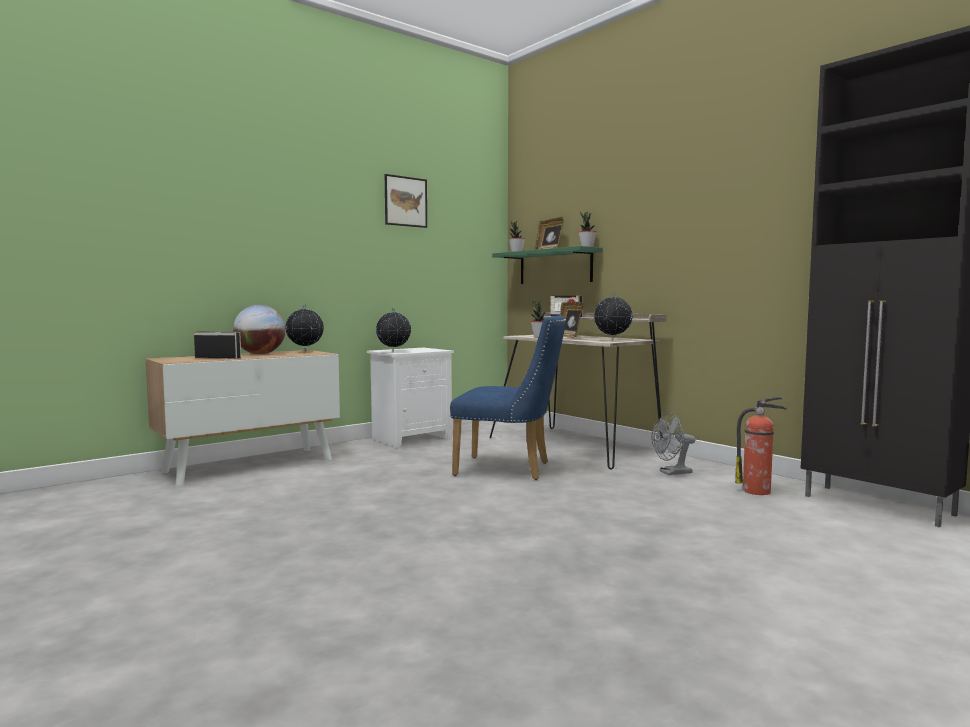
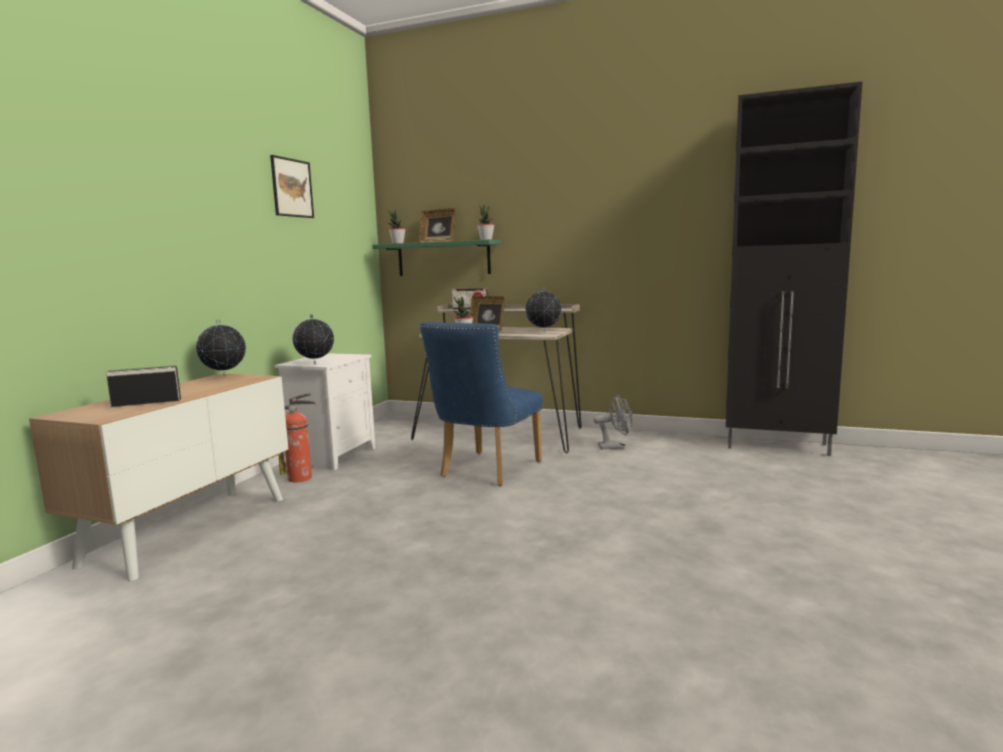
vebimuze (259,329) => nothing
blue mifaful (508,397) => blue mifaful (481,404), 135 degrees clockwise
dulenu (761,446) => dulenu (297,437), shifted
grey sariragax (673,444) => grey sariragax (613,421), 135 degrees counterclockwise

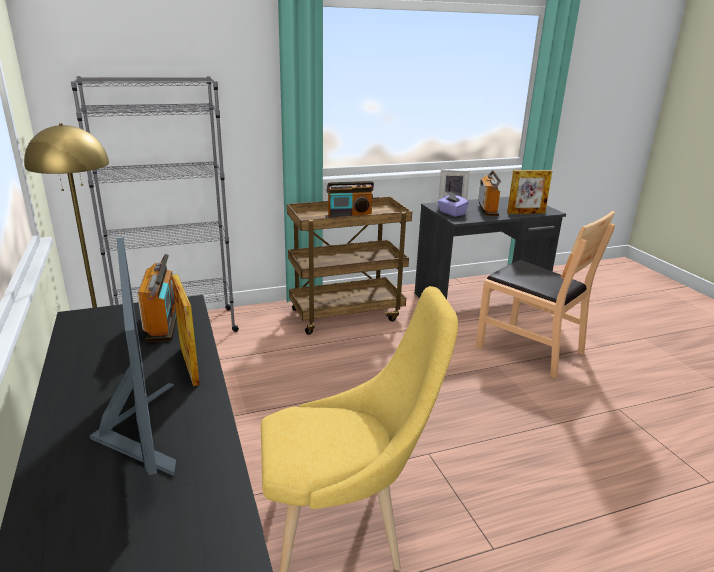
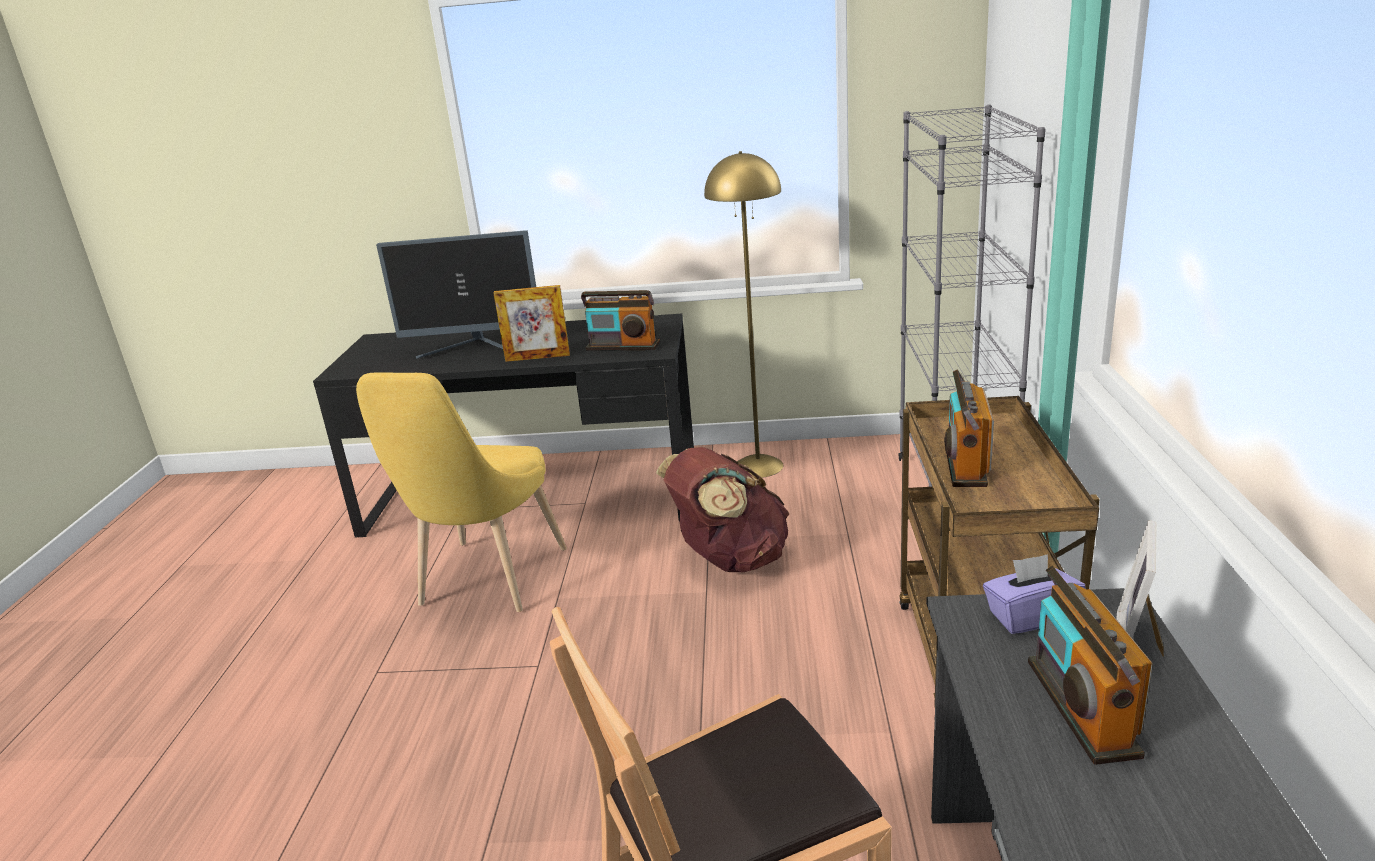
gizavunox (489,193) => gizavunox (1090,665), 60 degrees clockwise
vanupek (529,192) => nothing
nothing => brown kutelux (722,509)

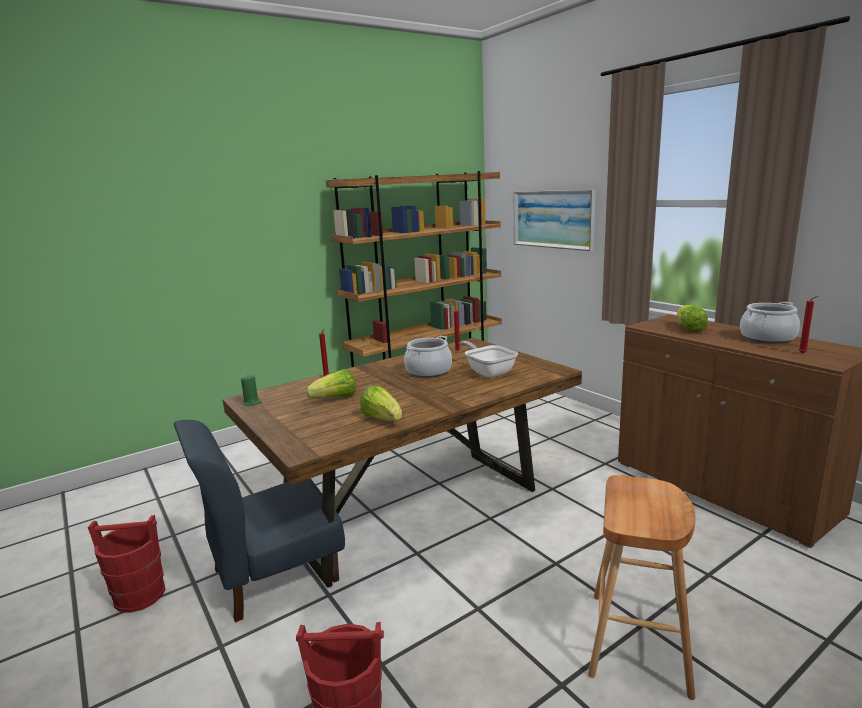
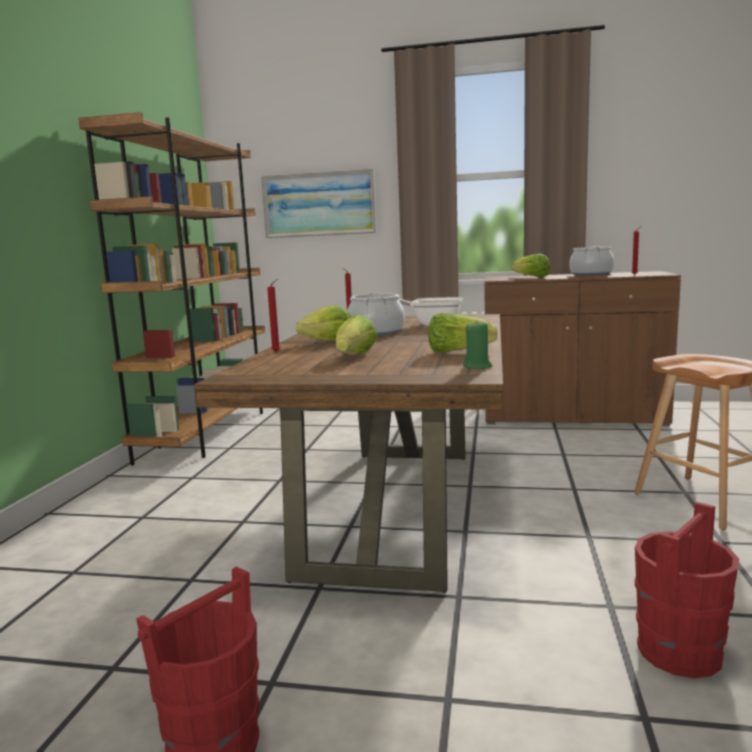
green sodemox (251,390) => green sodemox (477,344), shifted
blue mifaful (259,521) => nothing
nothing => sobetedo (323,323)

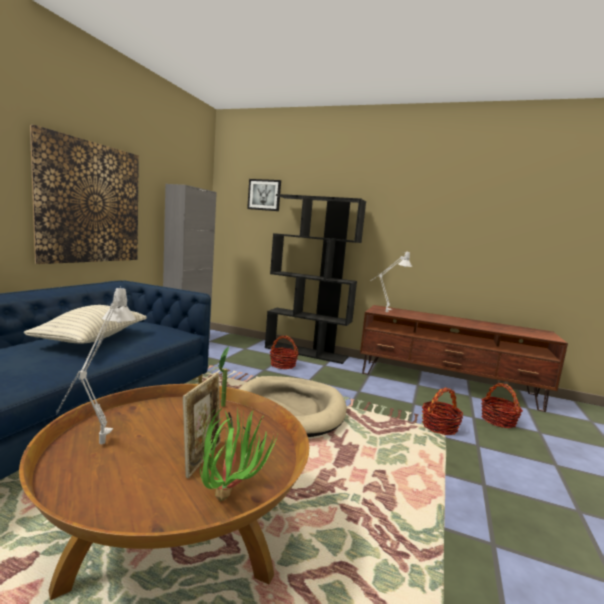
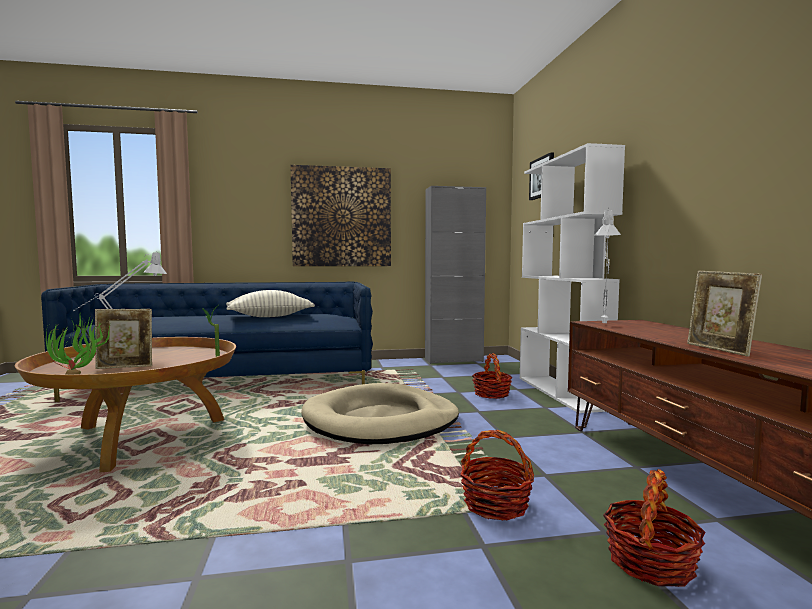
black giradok (315,279) => white giradok (572,278)
nothing => vanupek (724,314)

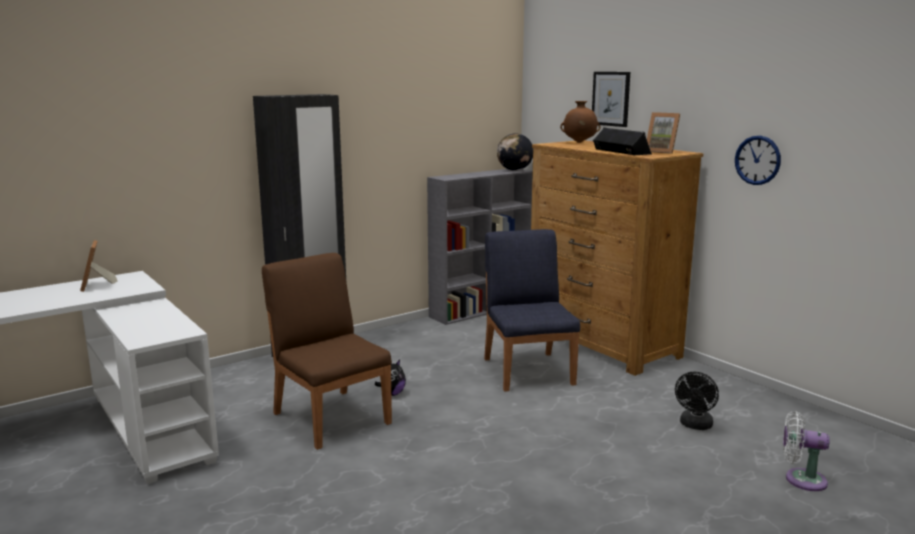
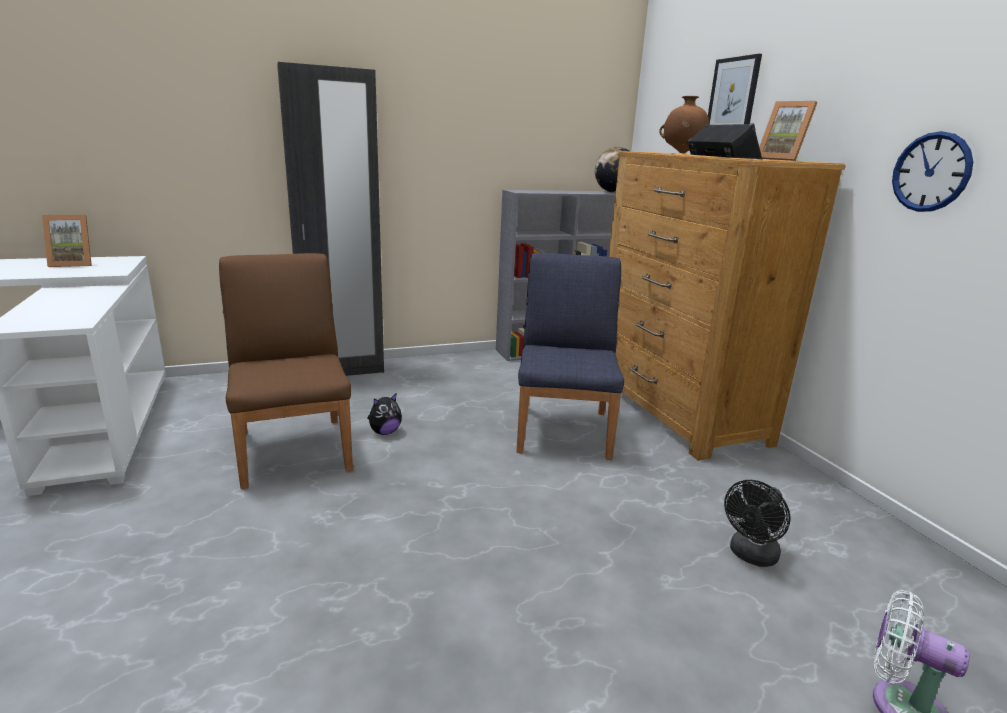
vanupek (99,266) => vanupek (67,241), 105 degrees counterclockwise

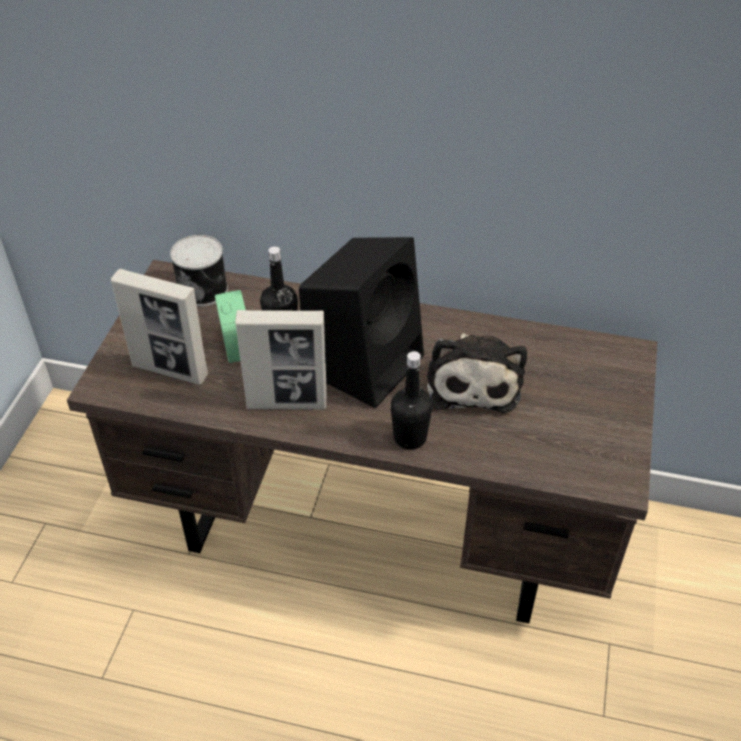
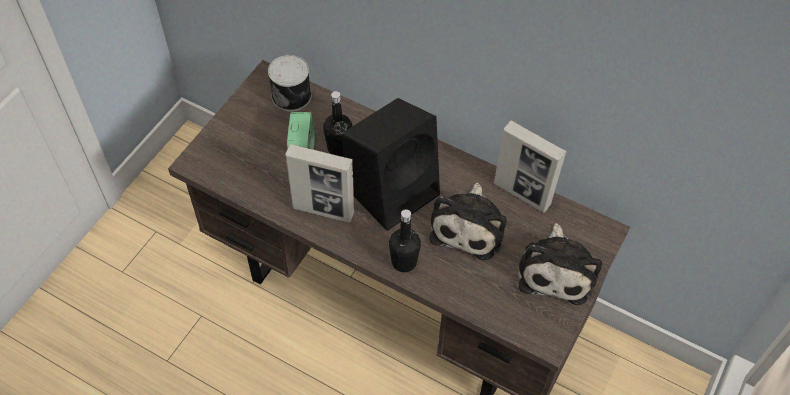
vanupek (159,327) => vanupek (530,166), shifted
nothing => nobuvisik (560,264)

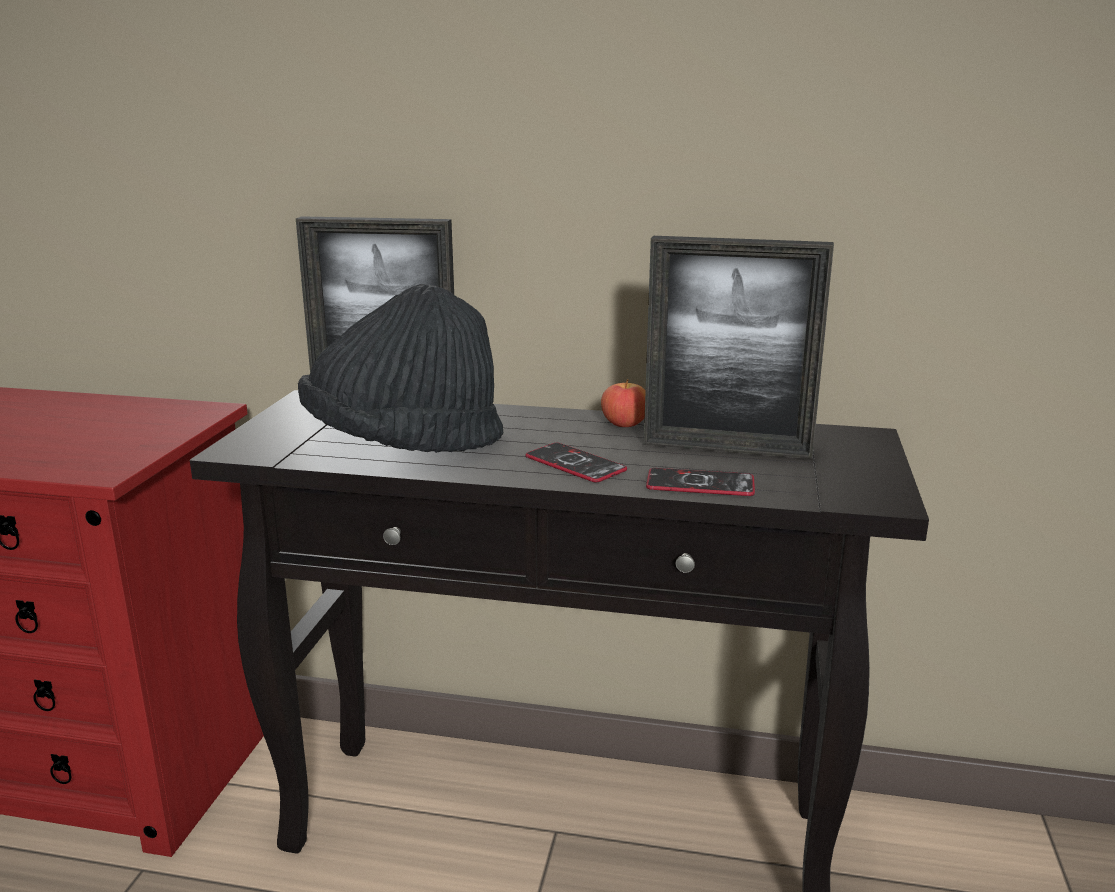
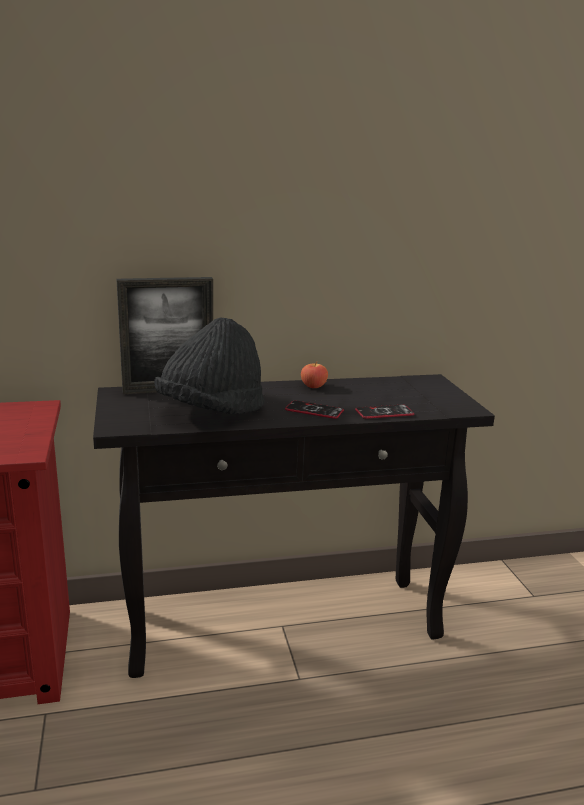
vanupek (739,347) => nothing

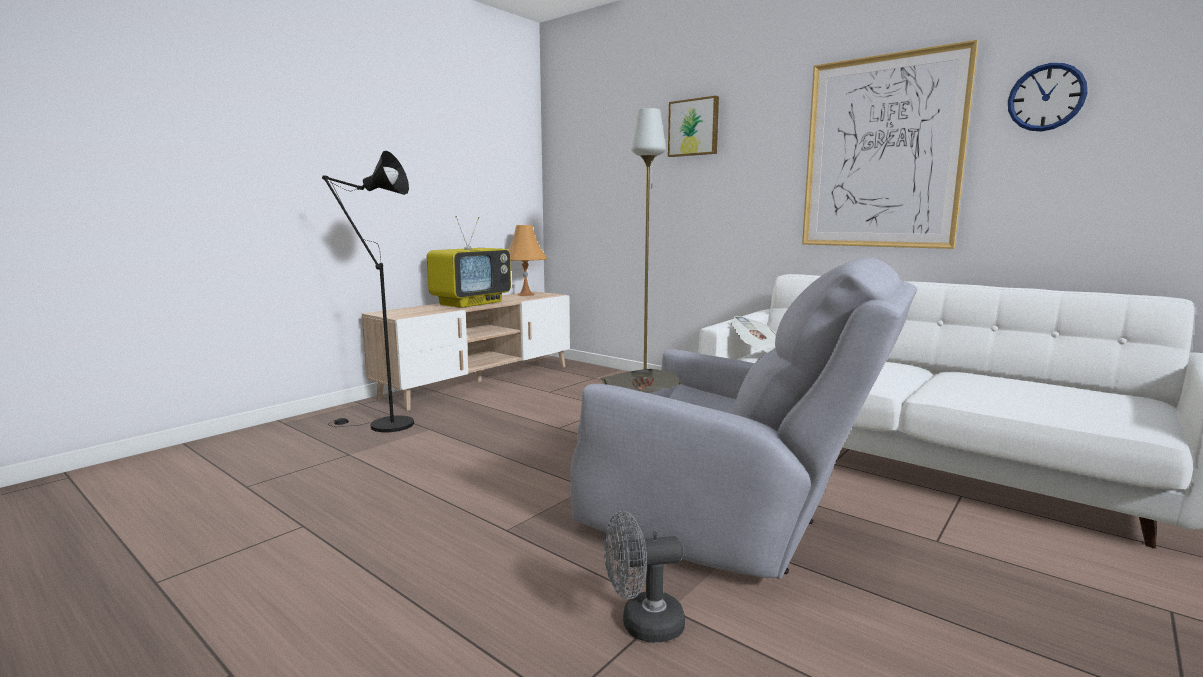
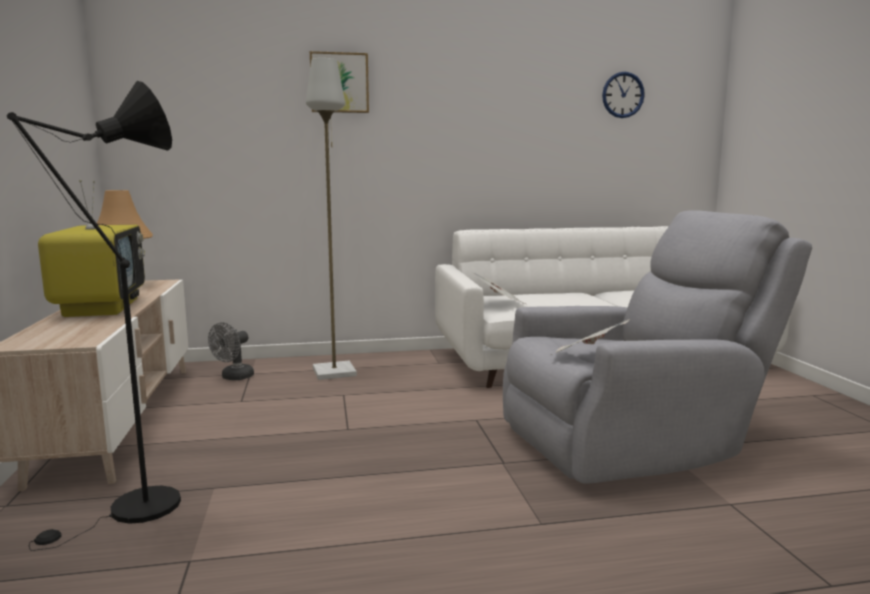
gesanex (890,144) => nothing
grey sariragax (644,577) => grey sariragax (231,351), shifted

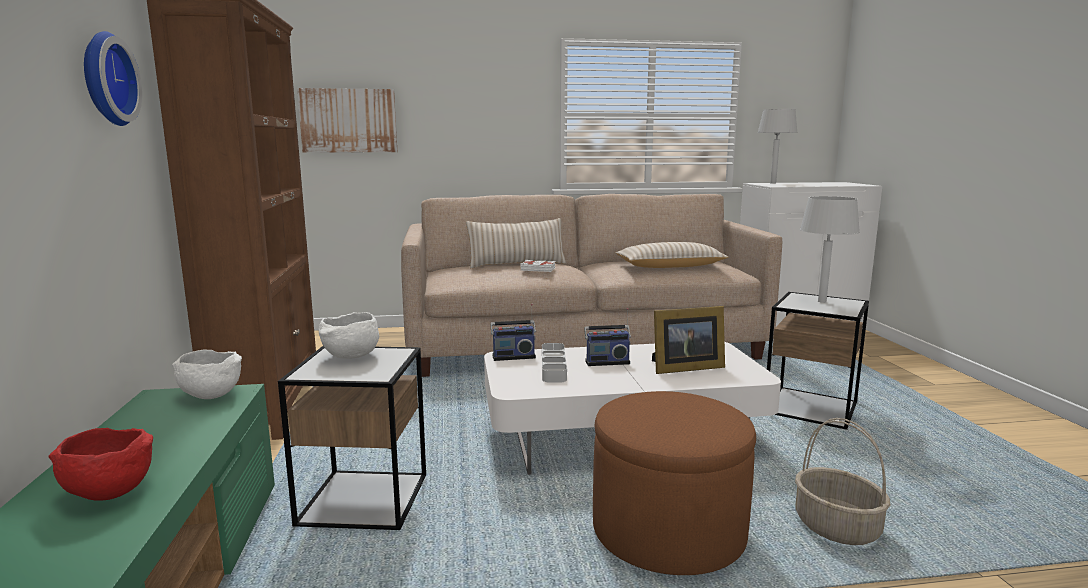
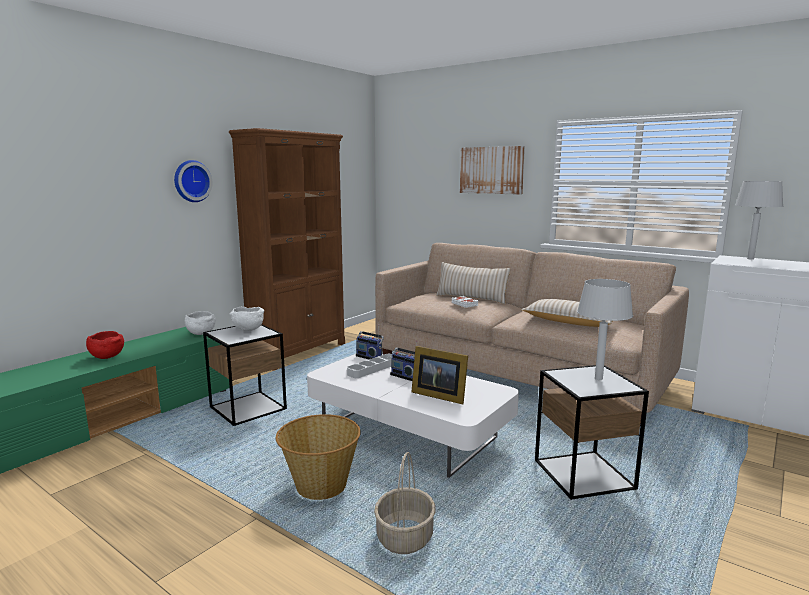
gesanex (347,120) => gesanex (492,170), shifted
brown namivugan (674,483) => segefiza (318,457)

